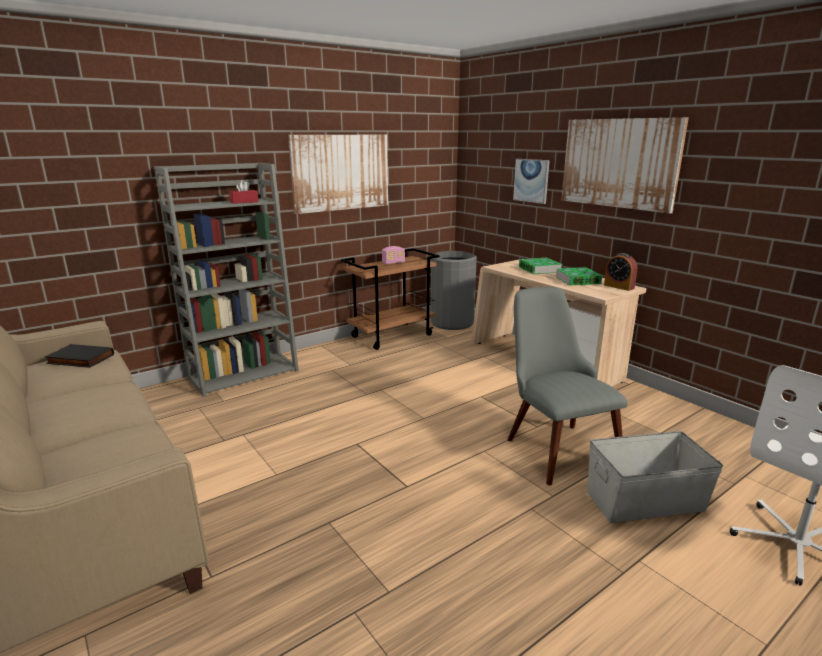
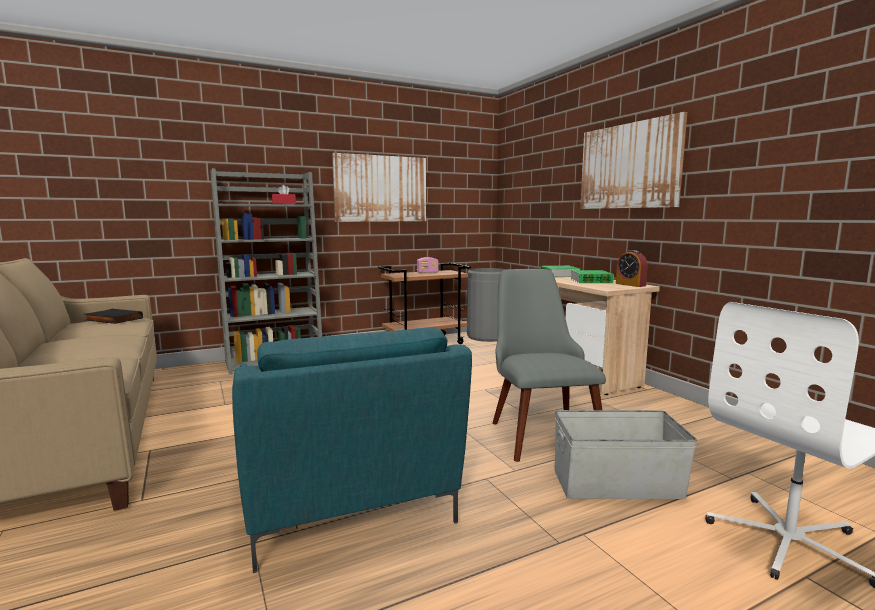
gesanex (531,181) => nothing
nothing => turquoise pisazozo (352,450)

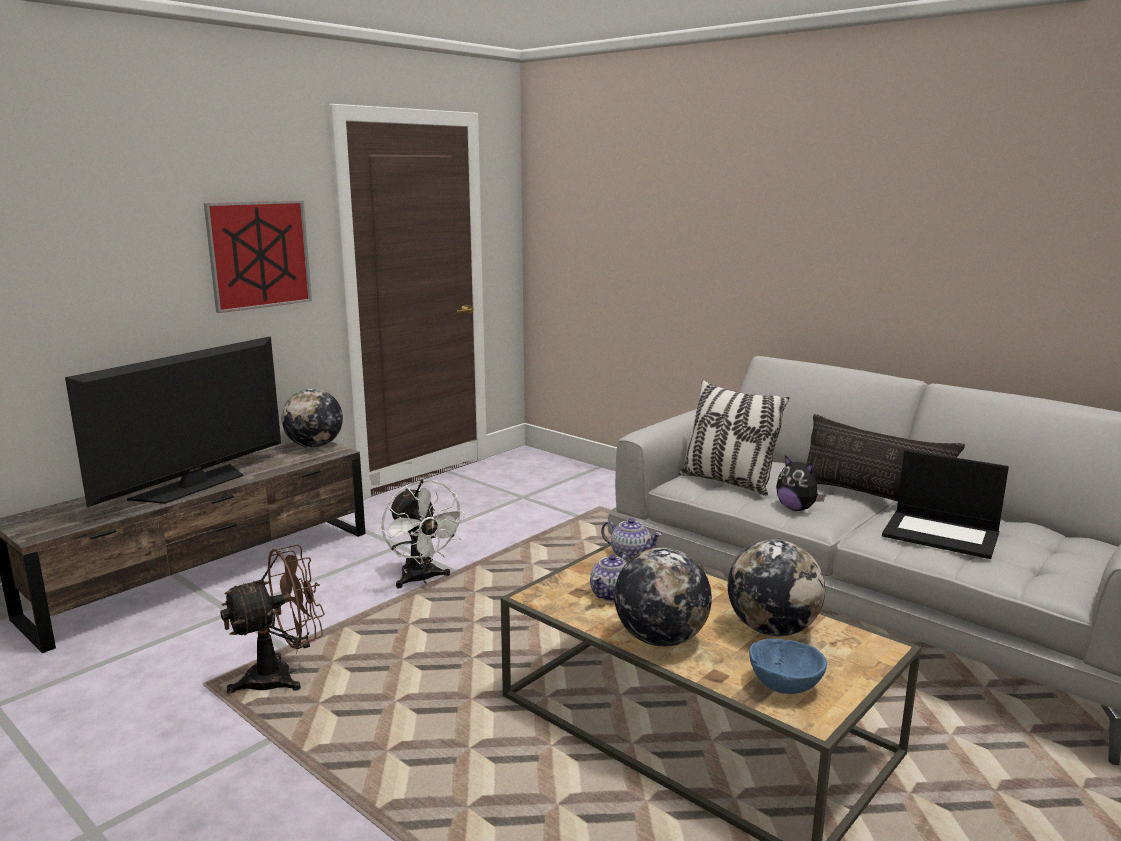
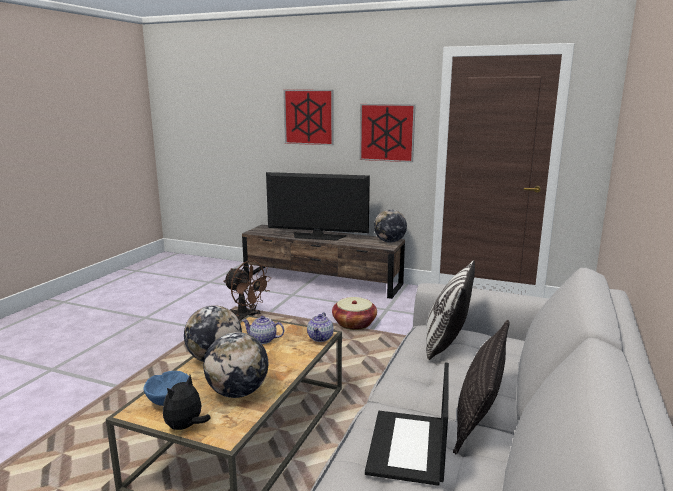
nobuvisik (800,483) => nobuvisik (187,402), shifted
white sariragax (424,534) => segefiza (354,313)
nothing => gesanex (308,117)

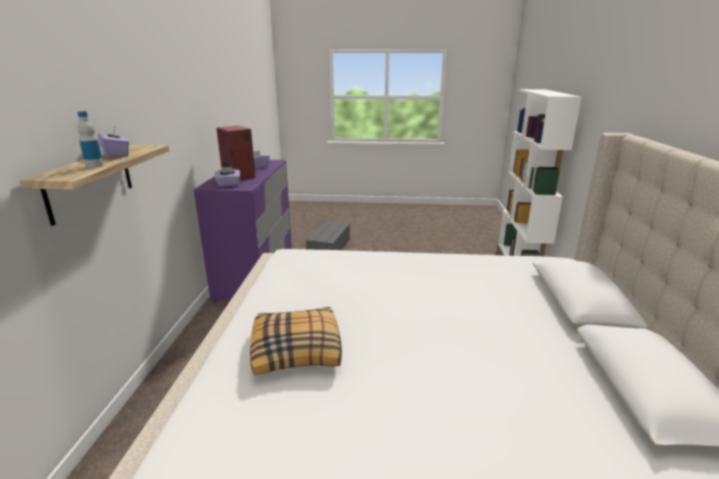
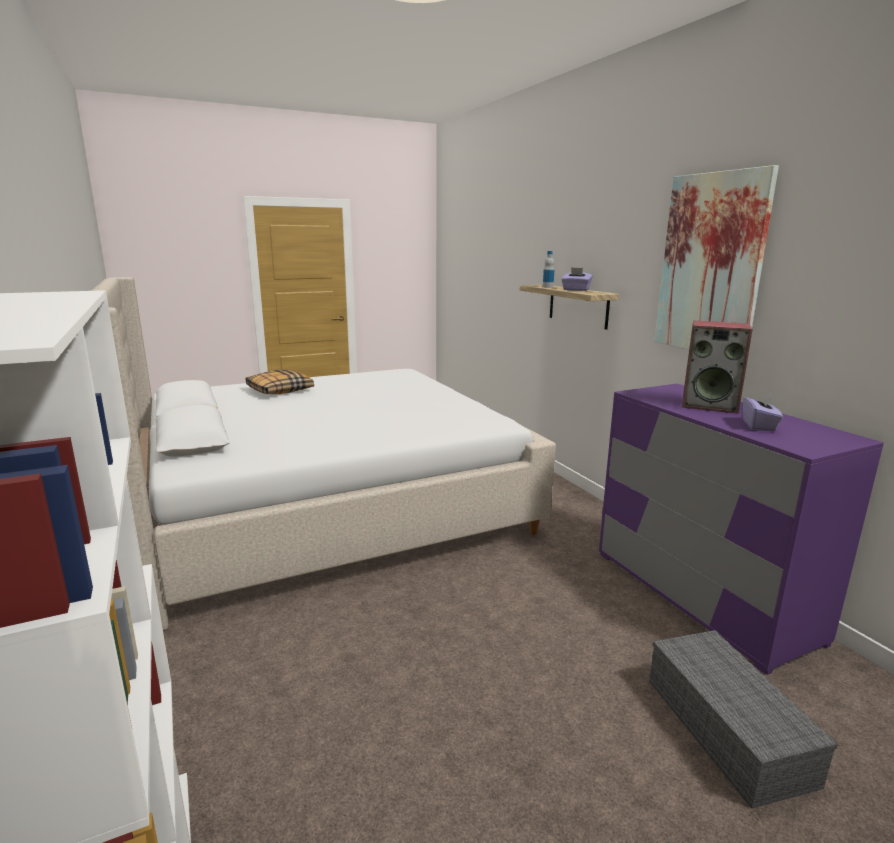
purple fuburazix (227,177) => nothing
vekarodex (296,341) => vekarodex (279,382), shifted
nothing => gesanex (716,257)

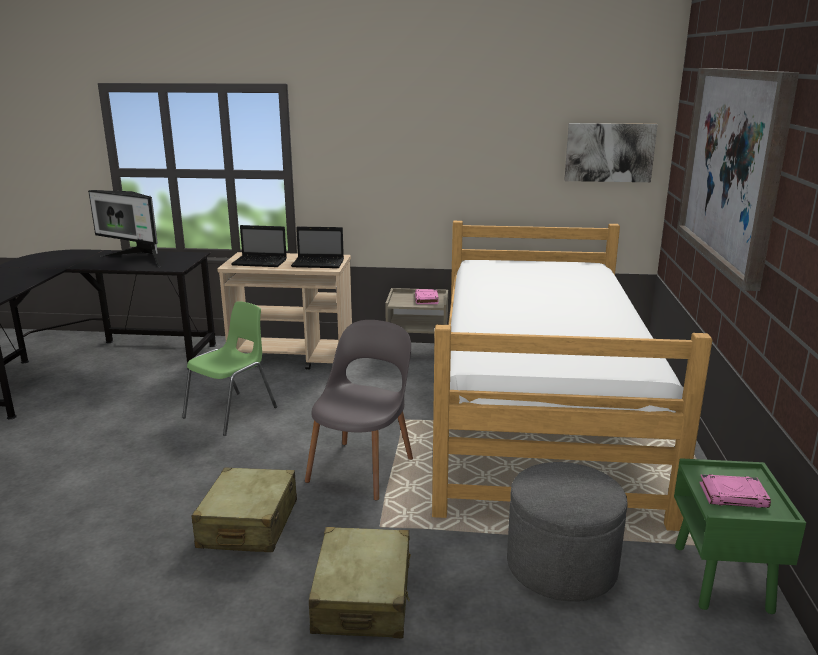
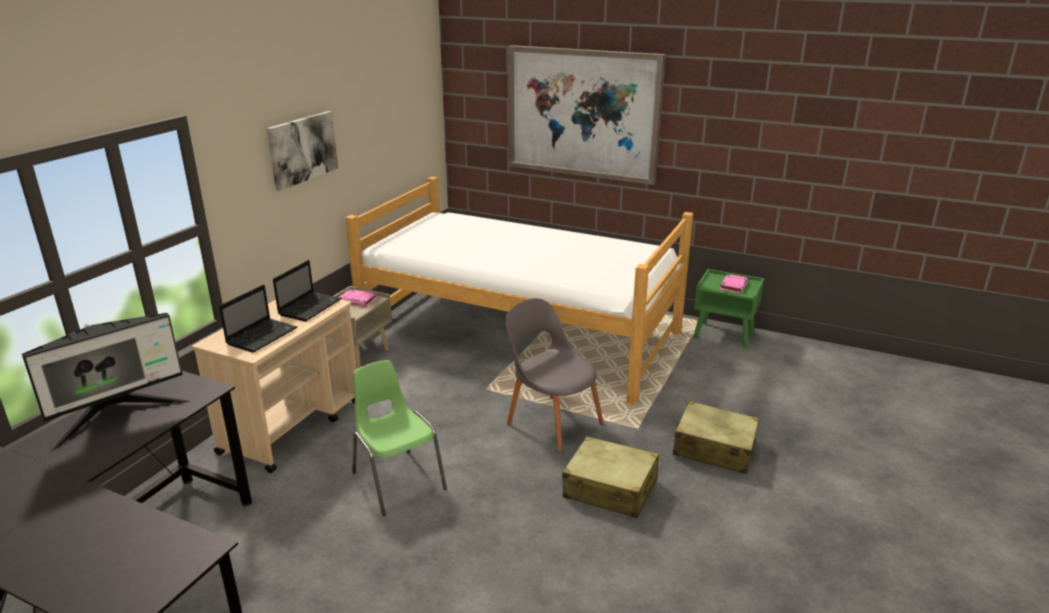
gesanex (611,152) => gesanex (302,151), shifted
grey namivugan (567,531) => nothing

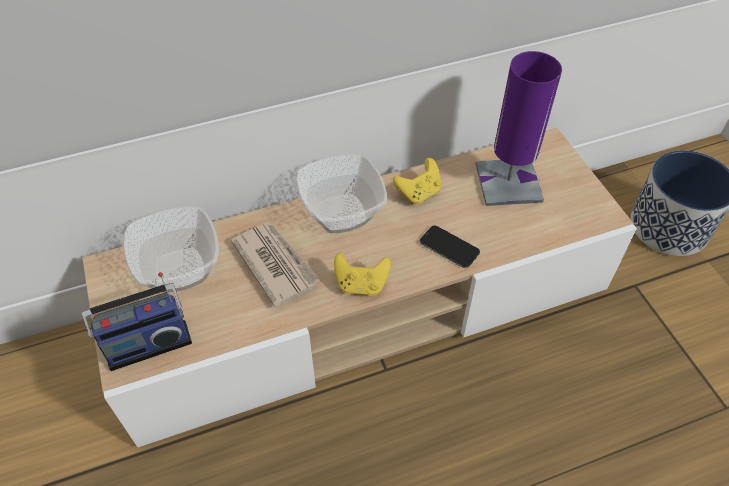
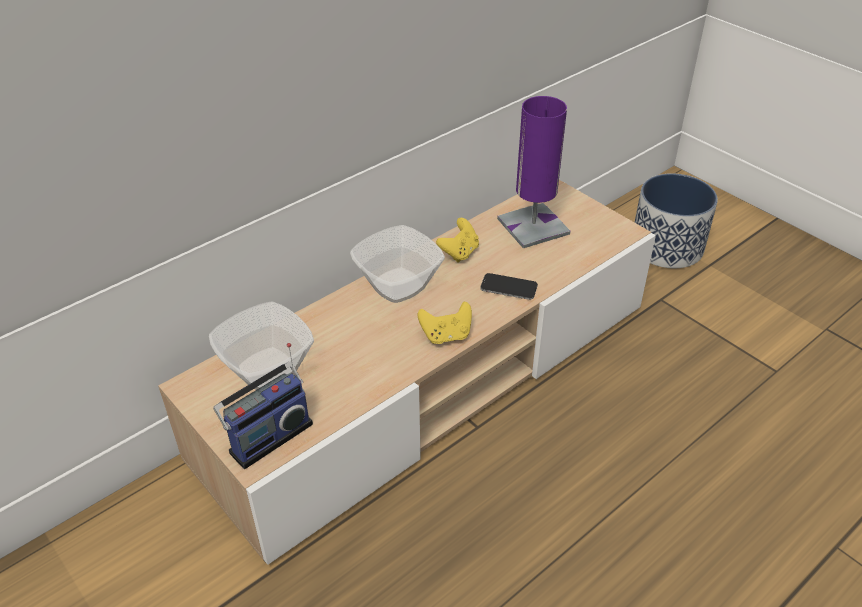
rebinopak (275,265) => nothing

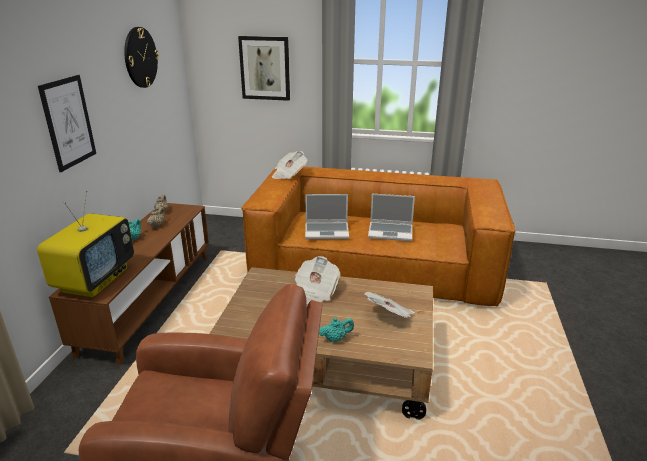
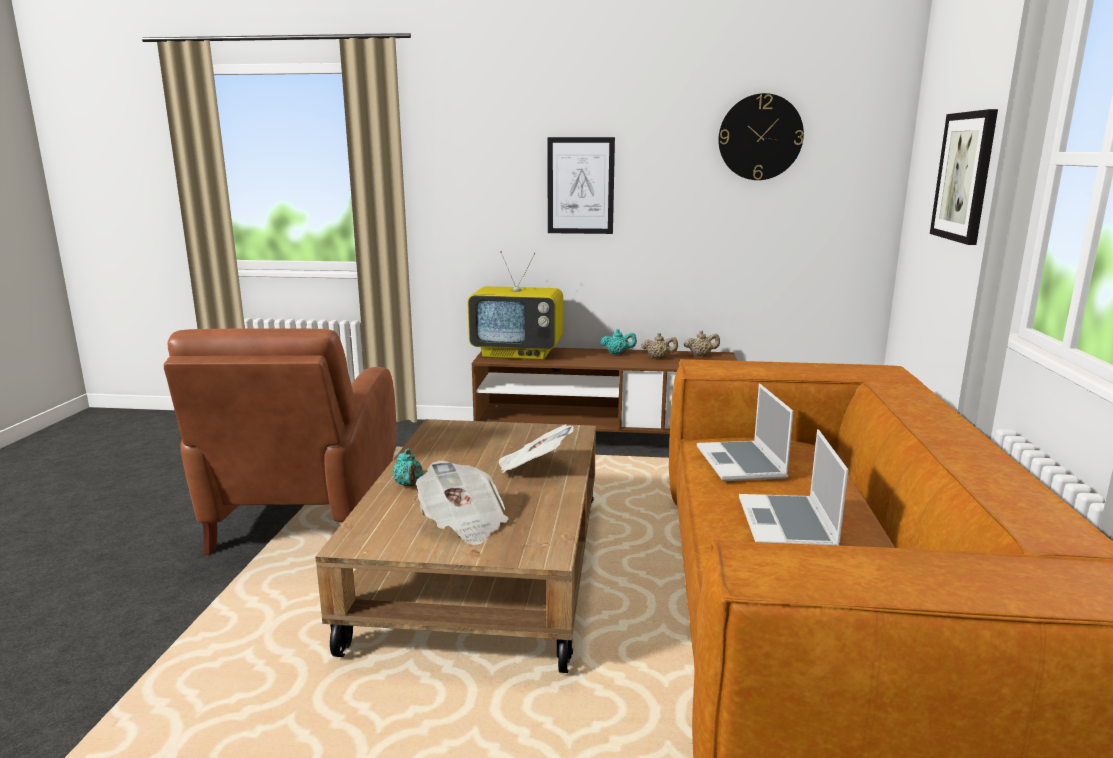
rebinopak (289,165) => nothing

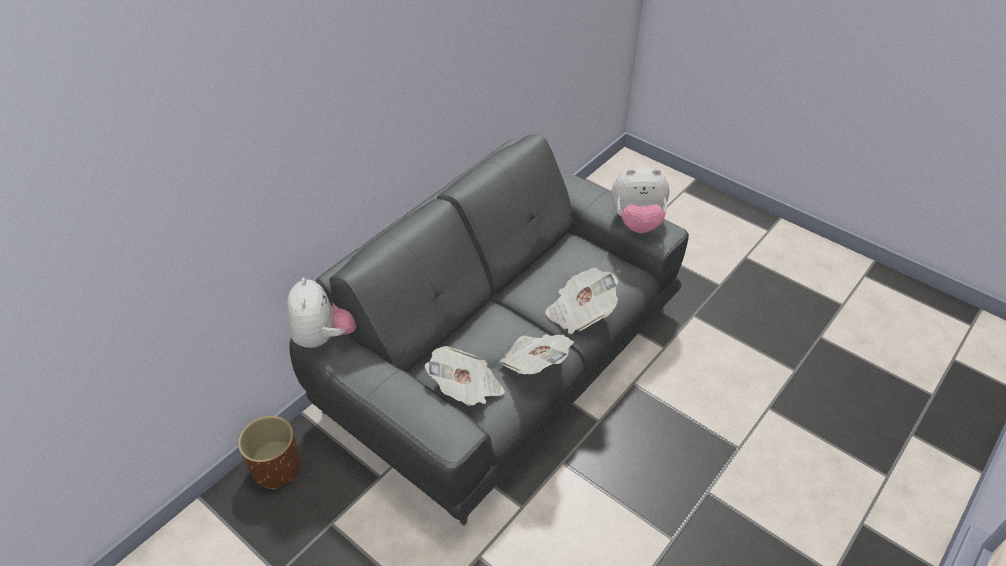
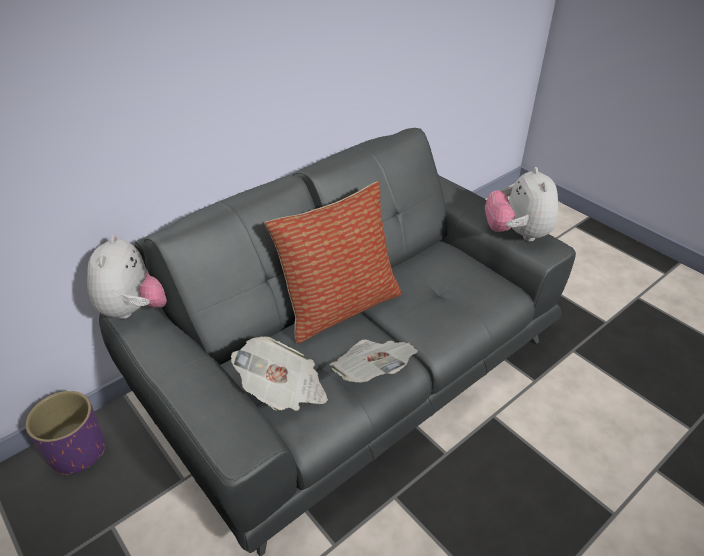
nobuvisik (640,200) => nobuvisik (521,204), 75 degrees clockwise
rebinopak (582,300) => nothing
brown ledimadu (269,452) => purple ledimadu (65,433)
nothing => vekarodex (333,262)

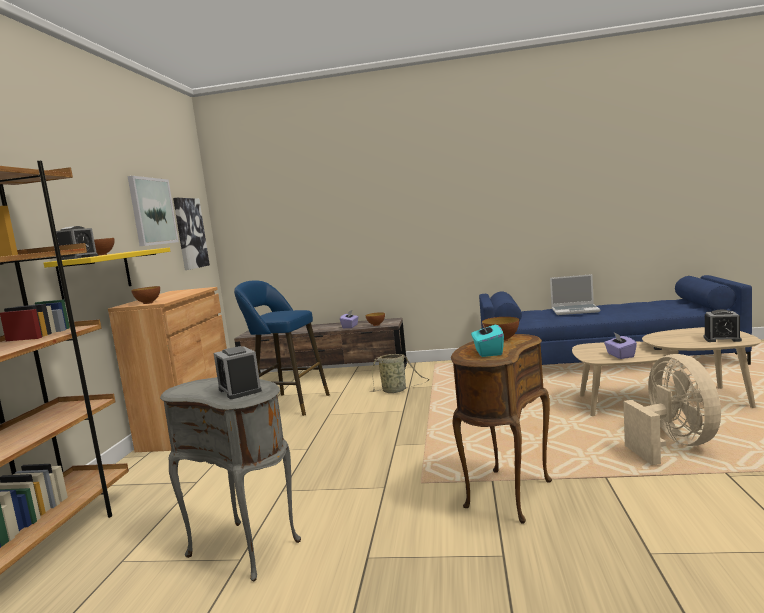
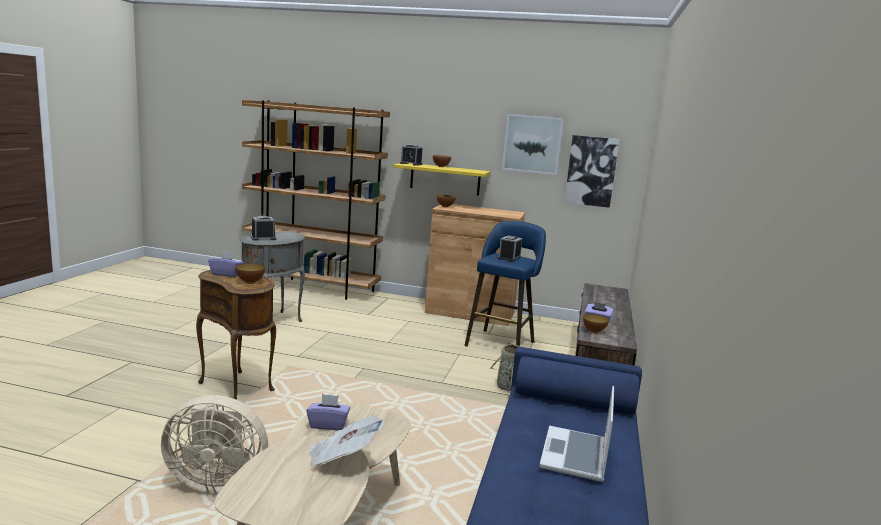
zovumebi (722,326) => zovumebi (510,248), shifted
turquoise fuburazix (487,340) => purple fuburazix (226,263)
nothing => rebinopak (346,441)

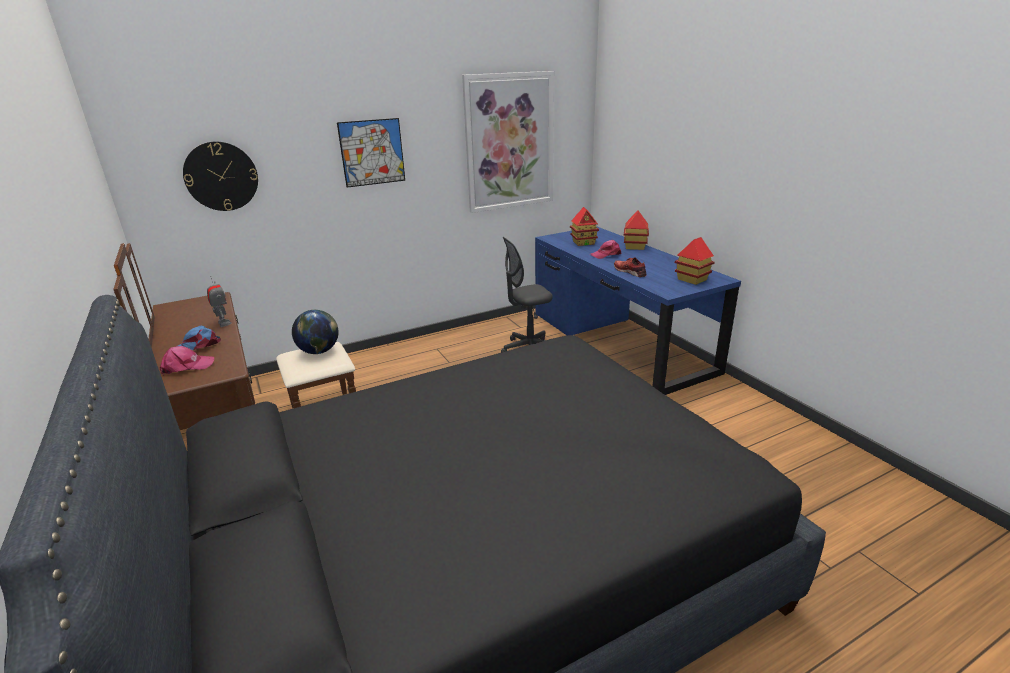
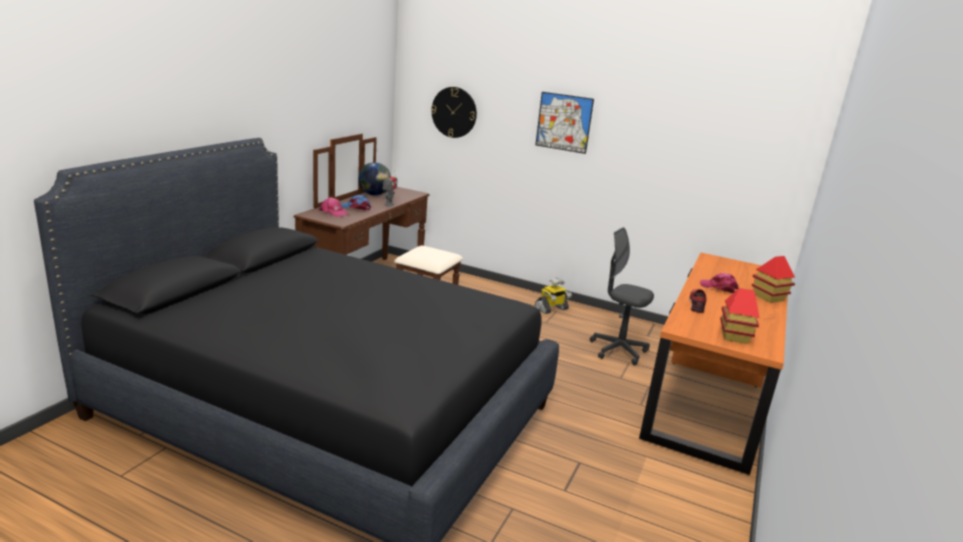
gesanex (508,142) => nothing
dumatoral (584,226) => nothing
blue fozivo (638,310) => orange fozivo (713,363)
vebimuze (315,332) => vebimuze (374,179), shifted
nothing => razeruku (553,295)

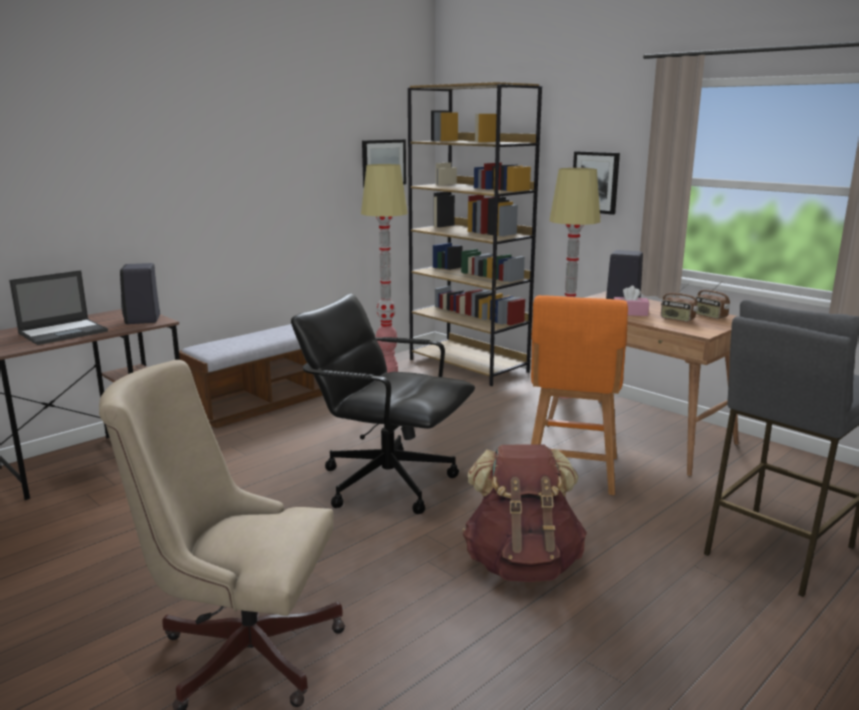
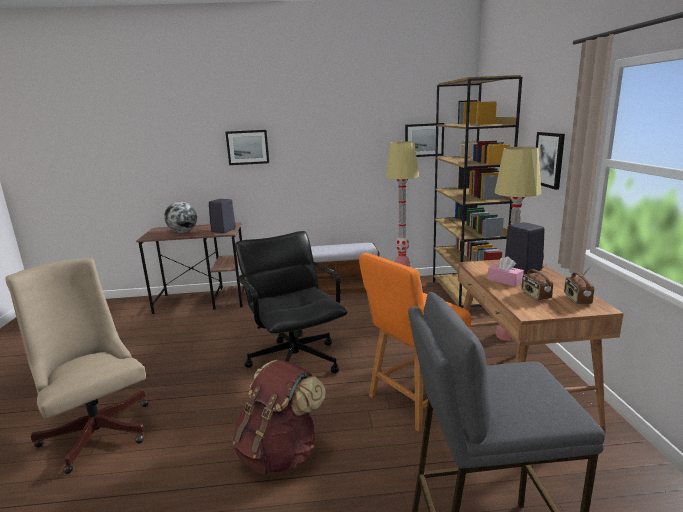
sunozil (58,307) => vebimuze (180,217)
nothing => gesanex (247,147)

